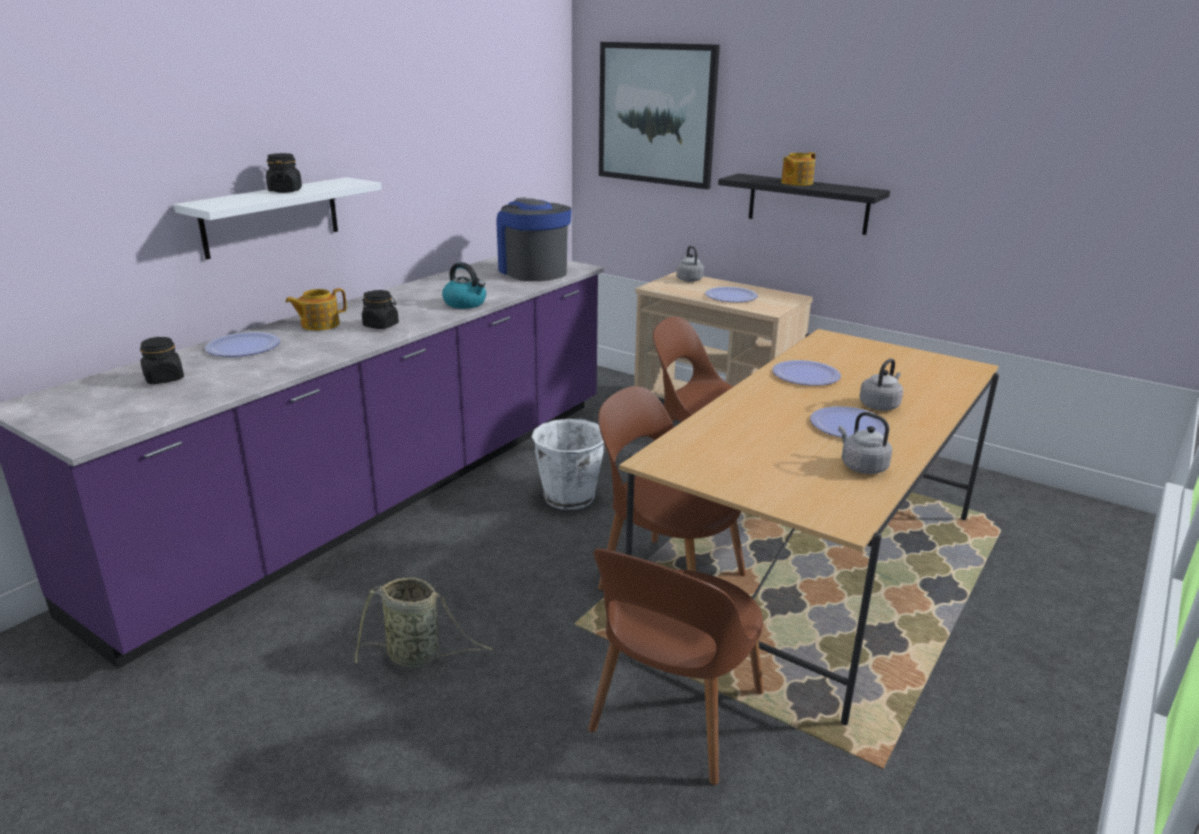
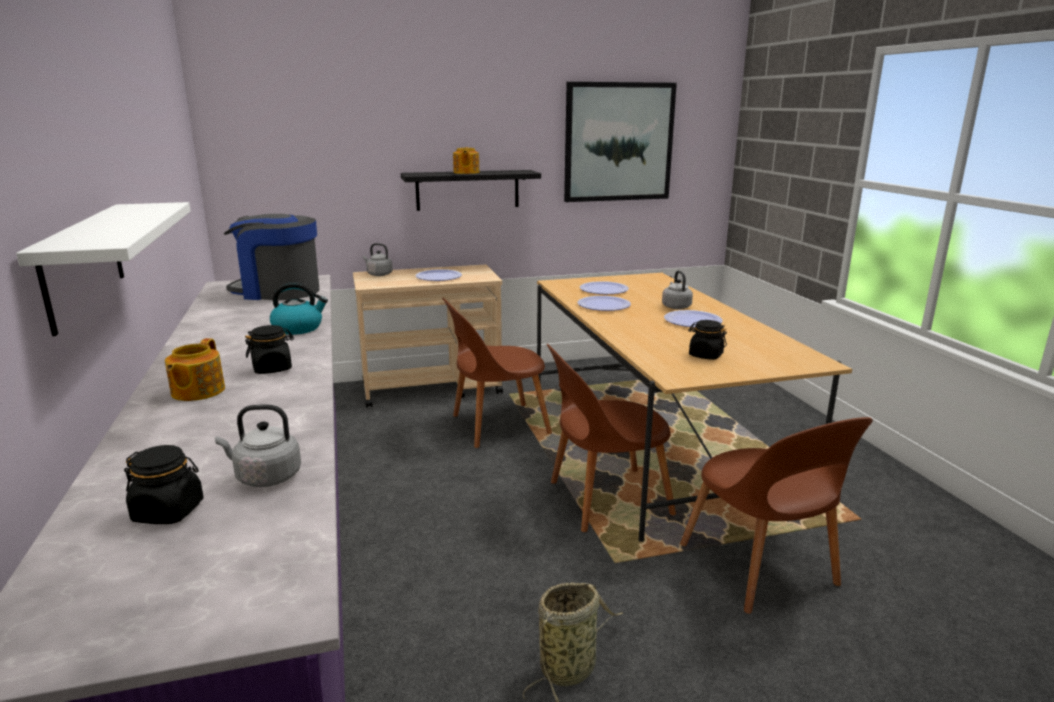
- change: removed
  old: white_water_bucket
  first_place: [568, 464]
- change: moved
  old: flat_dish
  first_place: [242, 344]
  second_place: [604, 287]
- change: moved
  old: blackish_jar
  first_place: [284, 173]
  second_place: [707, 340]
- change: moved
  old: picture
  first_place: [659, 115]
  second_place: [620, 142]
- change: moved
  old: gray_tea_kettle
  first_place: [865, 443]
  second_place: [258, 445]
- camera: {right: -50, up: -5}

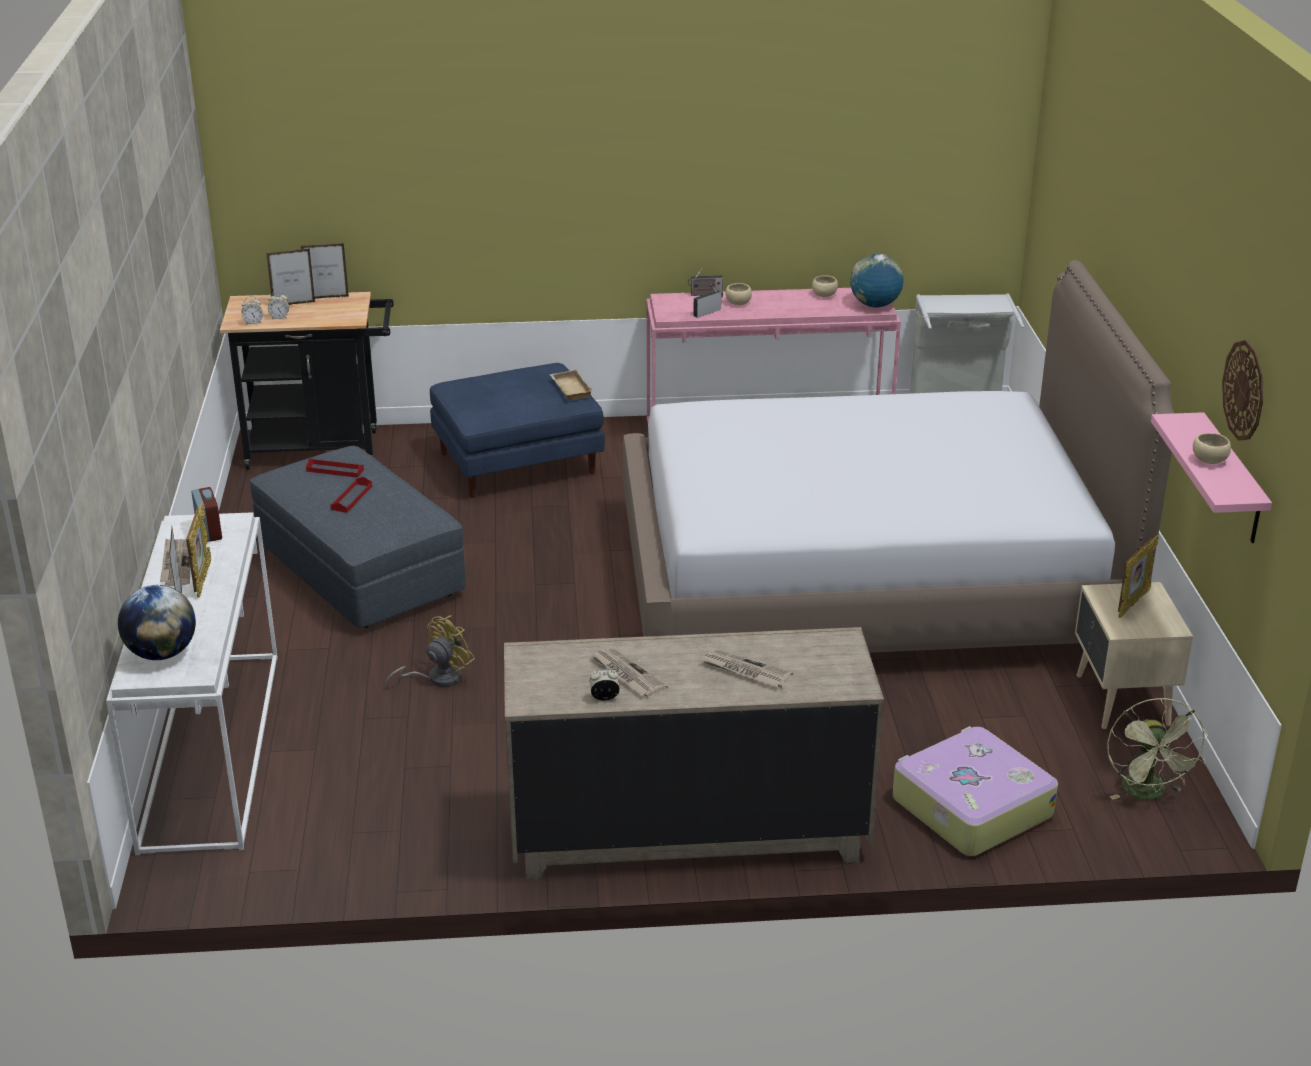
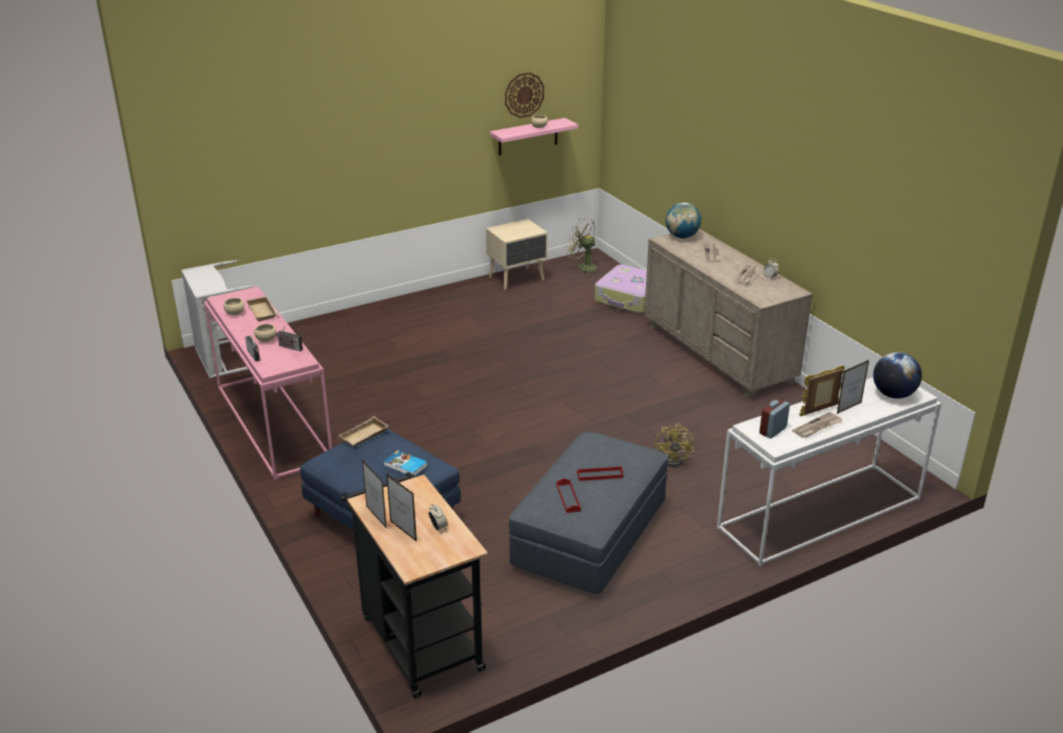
- change: removed
  old: table_clock
  first_place: [252, 310]
- change: removed
  old: sleeping_bed
  first_place: [898, 456]
- change: removed
  old: picture_frame
  first_place: [1138, 576]
- change: added
  new: beige_tray
  second_place: [262, 309]
- change: added
  new: bound_book
  second_place: [406, 463]
- change: moved
  old: globe
  first_place: [877, 280]
  second_place: [683, 220]
- change: turned
  old: yellow_electric_fan
  first_place: [430, 651]
  second_place: [675, 445]
  degrees: -105
- change: turned
  old: green_electric_fan
  first_place: [1157, 749]
  second_place: [582, 246]
  degrees: -120
- camera: {right: -115, up: 0}

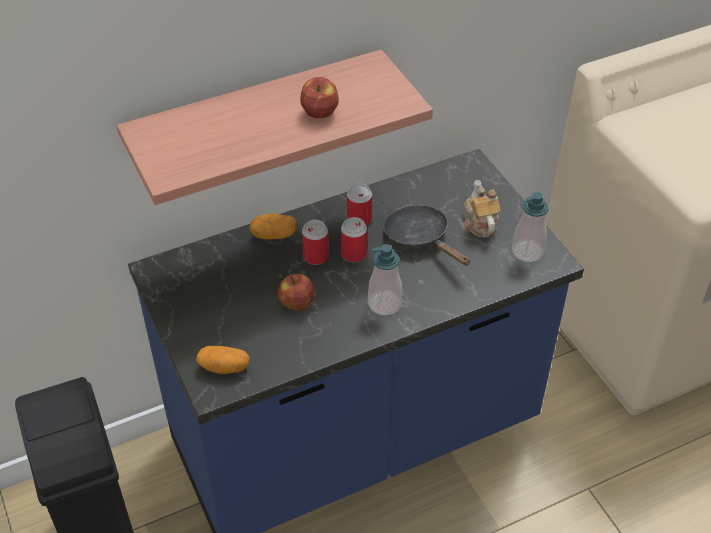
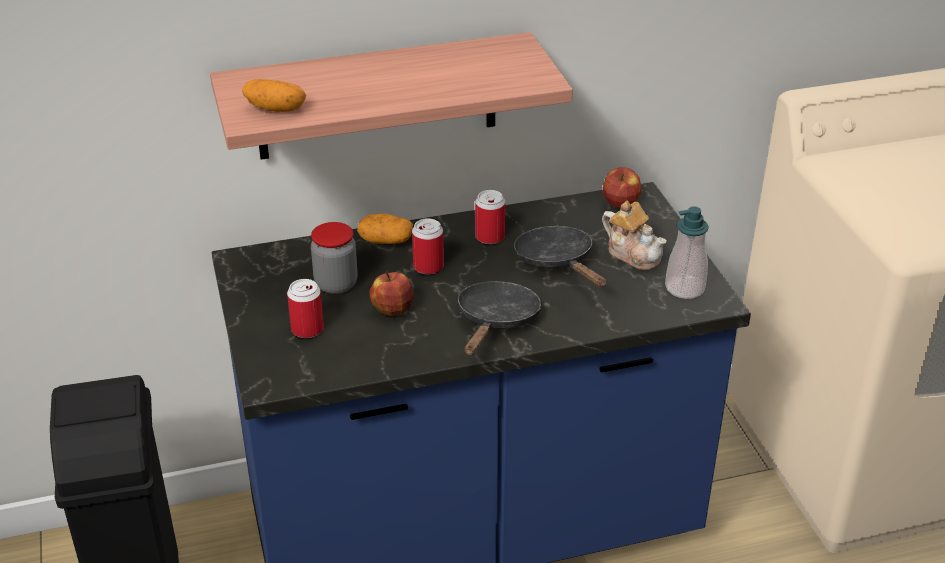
- change: added
  new: jar
  second_place: [334, 258]
- change: moved
  old: spud
  first_place: [223, 360]
  second_place: [274, 95]
- change: moved
  old: apple
  first_place: [319, 97]
  second_place: [622, 187]
- change: moved
  old: can
  first_place: [354, 239]
  second_place: [305, 308]
- change: replaced
  old: liquid_soap_bottle
  new: blackish_skillet
  first_place: [385, 279]
  second_place: [499, 318]
- change: turned
  old: pot_for_tea
  first_place: [482, 208]
  second_place: [634, 235]
  degrees: 135
- camera: {right: 10, up: -10}

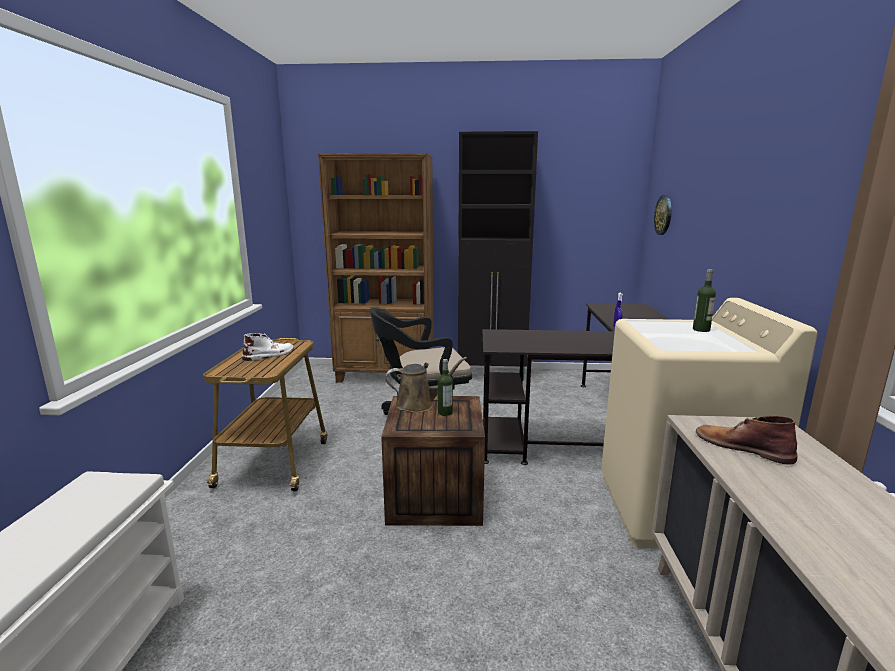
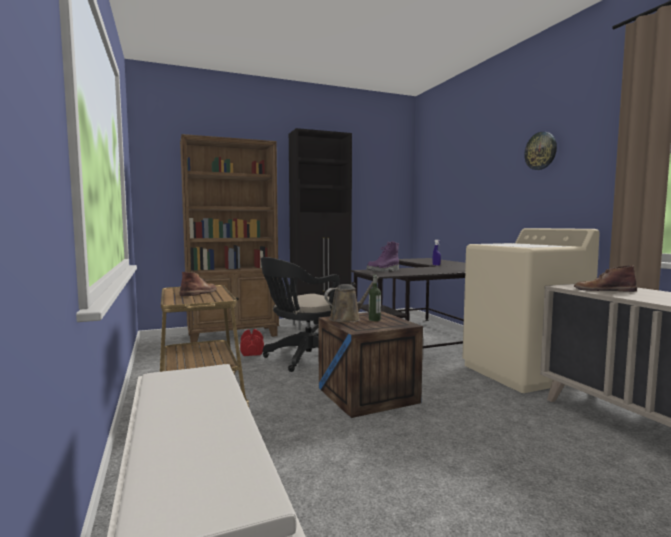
- change: removed
  old: drink_bottle
  first_place: [704, 300]
- change: added
  new: reddish_dumbbell
  second_place: [252, 342]
- change: added
  new: purple-coloured_tall_boot
  second_place: [382, 256]
- change: moved
  old: clock_on_the_wall
  first_place: [663, 215]
  second_place: [540, 151]
- change: recoloured
  old: white_tall_boot
  new: brownish_tall_boot
  first_place: [268, 347]
  second_place: [198, 284]
- camera: {right: -25, up: -10}

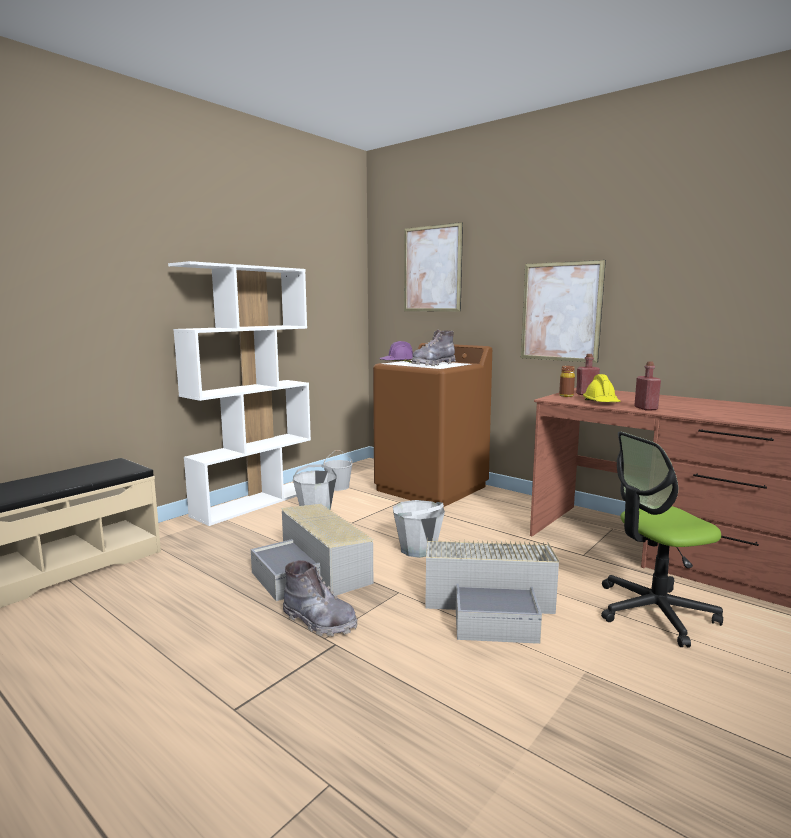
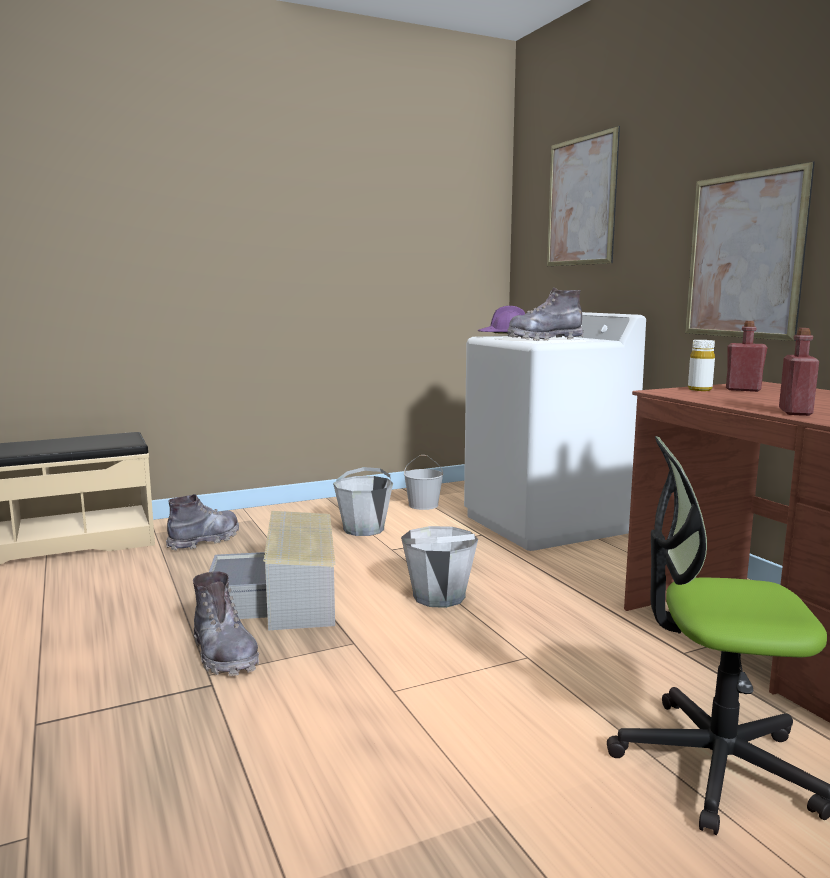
- change: removed
  old: white_bookshelf
  first_place: [239, 393]
- change: removed
  old: gray_storage_container
  first_place: [492, 591]
- change: removed
  old: yellow_work_helmet
  first_place: [602, 388]
- change: added
  new: gray_tall_boot
  second_place: [202, 522]
- change: recoloured
  old: brownish_laundry_machine
  new: white_laundry_machine
  first_place: [432, 425]
  second_place: [555, 431]
- change: recoloured
  old: brownish_drink_bottle
  new: white_drink_bottle
  first_place: [567, 381]
  second_place: [701, 365]
- camera: {right: 25, up: 0}

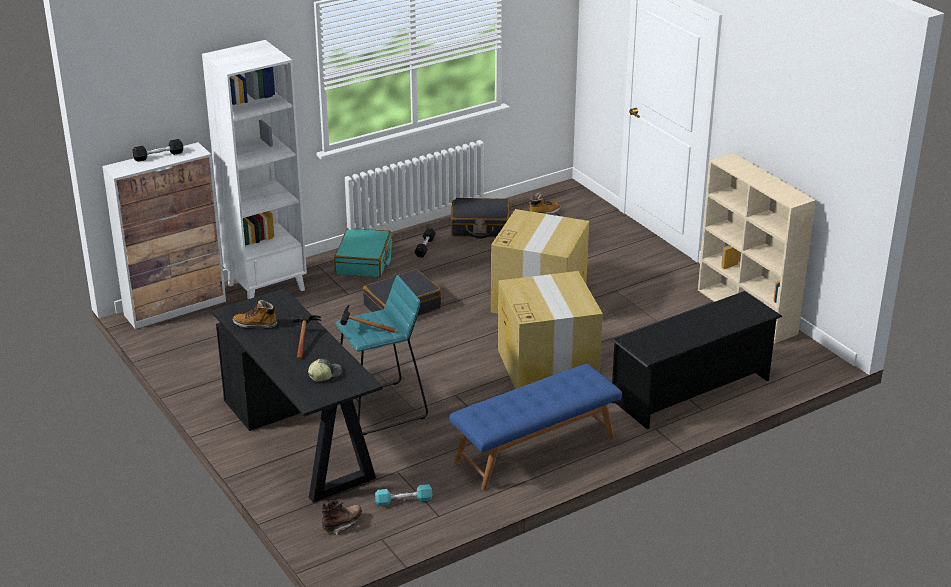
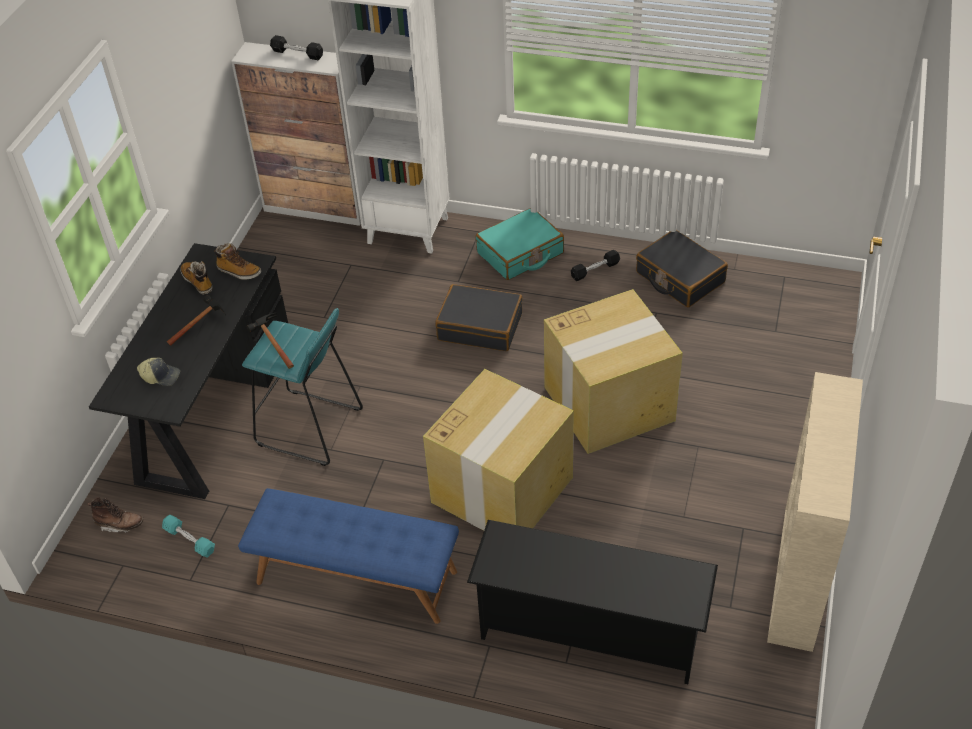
- change: moved
  old: tall_boot
  first_place: [545, 204]
  second_place: [237, 261]
- camera: {right: 50, up: 15}

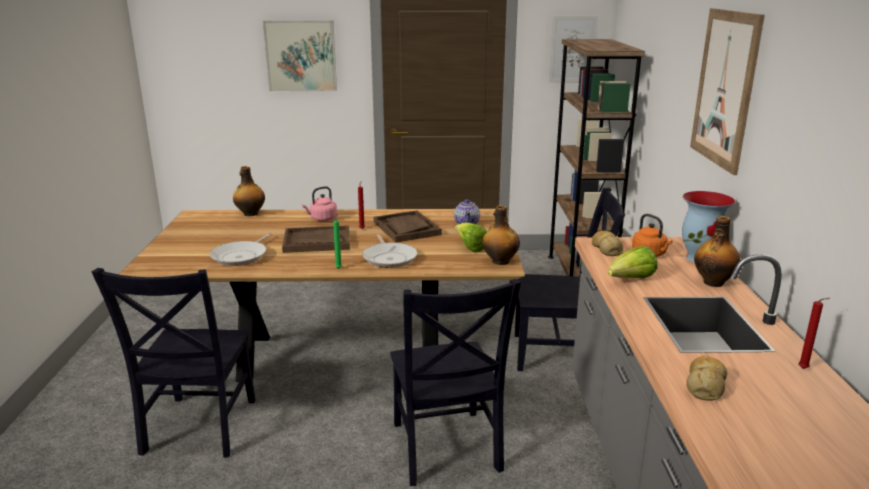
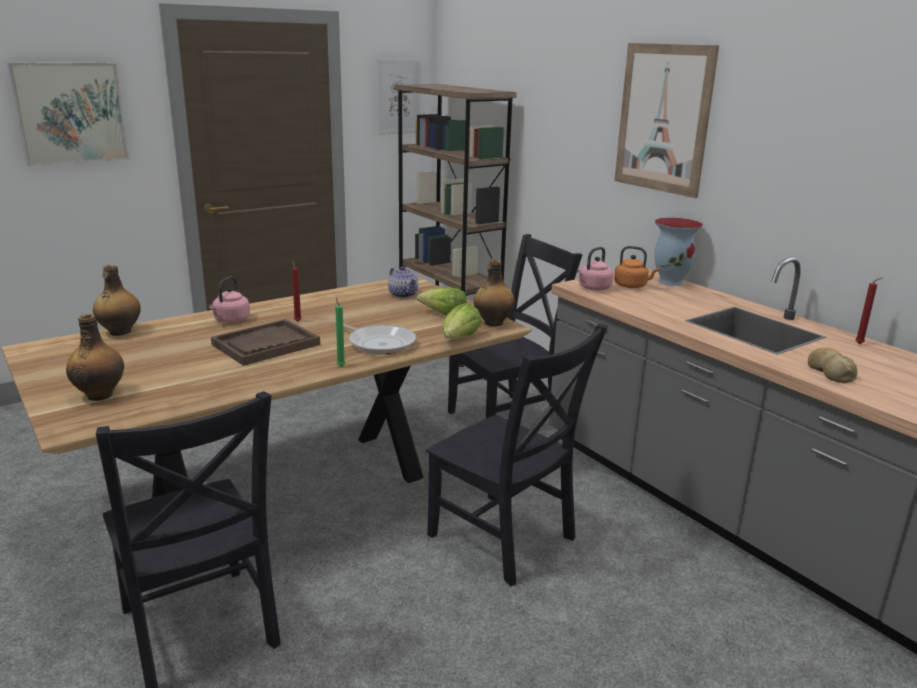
- change: removed
  old: skillet
  first_place: [241, 249]
- change: removed
  old: brownish_tray
  first_place: [408, 226]
- change: moved
  old: lettuce
  first_place: [633, 262]
  second_place: [462, 320]
- change: moved
  old: drink_bottle
  first_place: [717, 251]
  second_place: [95, 357]
- change: replaced
  old: bakery_bread
  new: pinkish_tea_kettle
  first_place: [607, 243]
  second_place: [595, 269]
- camera: {right: -35, up: 0}

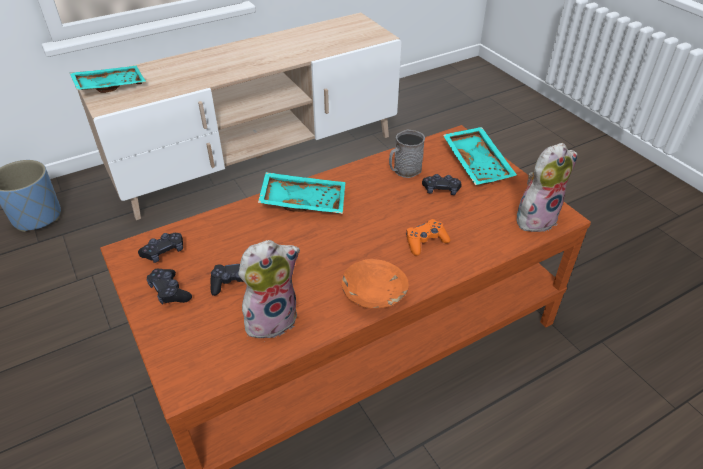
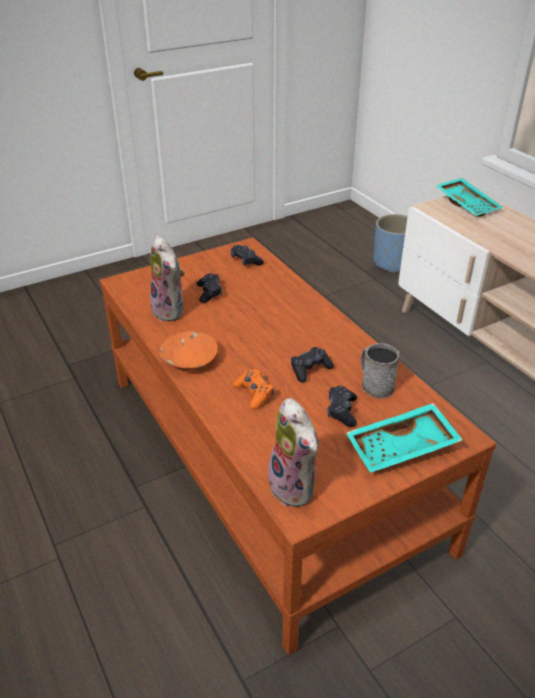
- change: removed
  old: turquoise_tray
  first_place: [301, 193]
- change: moved
  old: blackish_joypad
  first_place: [169, 287]
  second_place: [312, 365]
- camera: {right: 90, up: -5}

